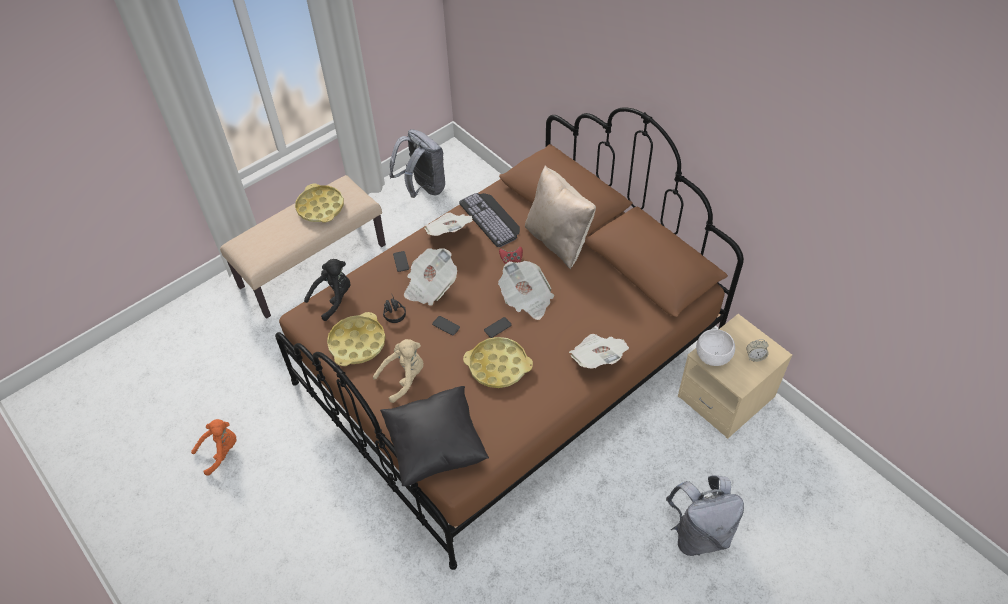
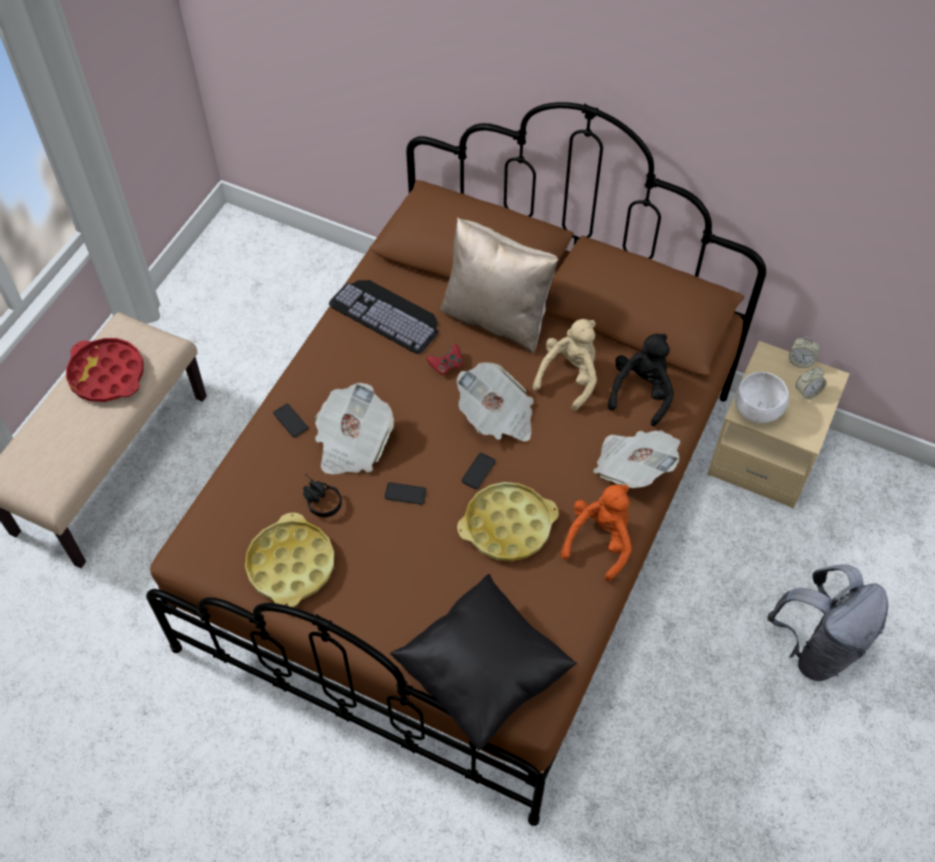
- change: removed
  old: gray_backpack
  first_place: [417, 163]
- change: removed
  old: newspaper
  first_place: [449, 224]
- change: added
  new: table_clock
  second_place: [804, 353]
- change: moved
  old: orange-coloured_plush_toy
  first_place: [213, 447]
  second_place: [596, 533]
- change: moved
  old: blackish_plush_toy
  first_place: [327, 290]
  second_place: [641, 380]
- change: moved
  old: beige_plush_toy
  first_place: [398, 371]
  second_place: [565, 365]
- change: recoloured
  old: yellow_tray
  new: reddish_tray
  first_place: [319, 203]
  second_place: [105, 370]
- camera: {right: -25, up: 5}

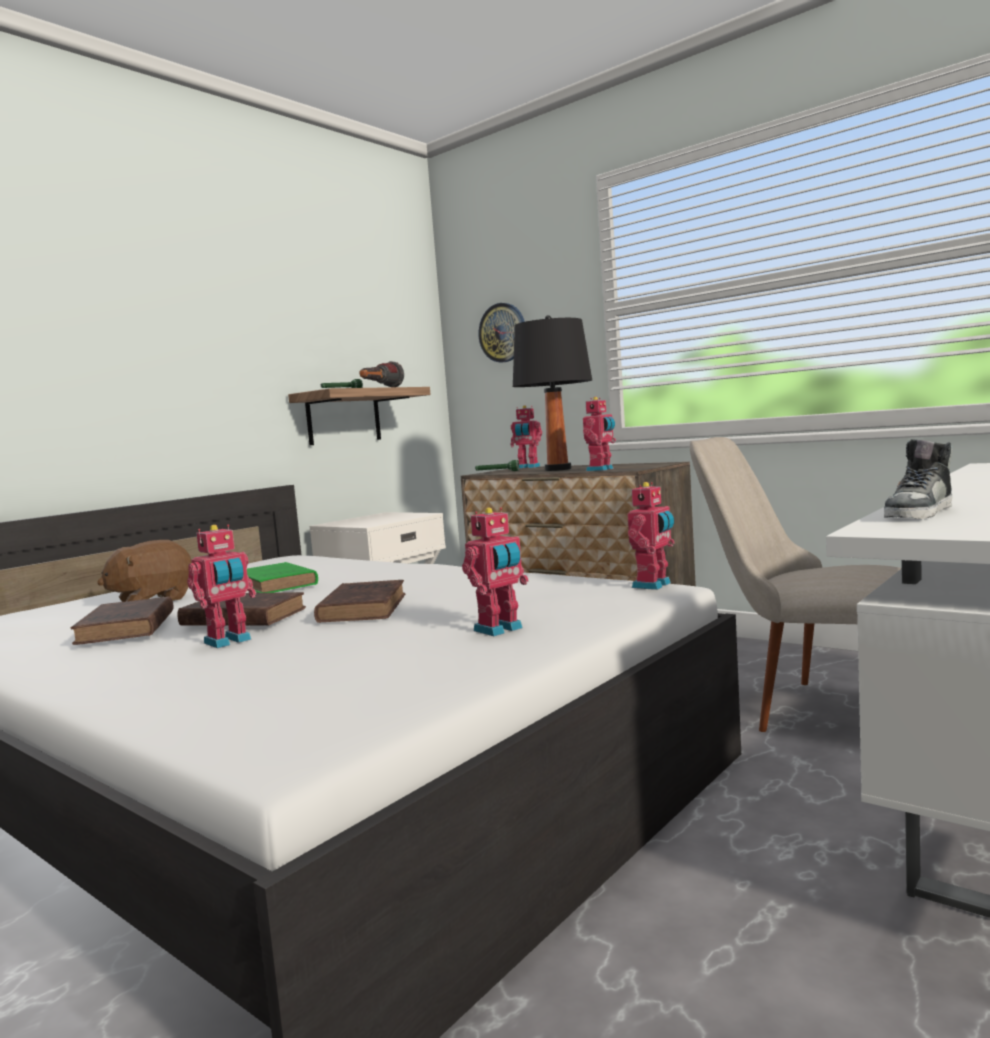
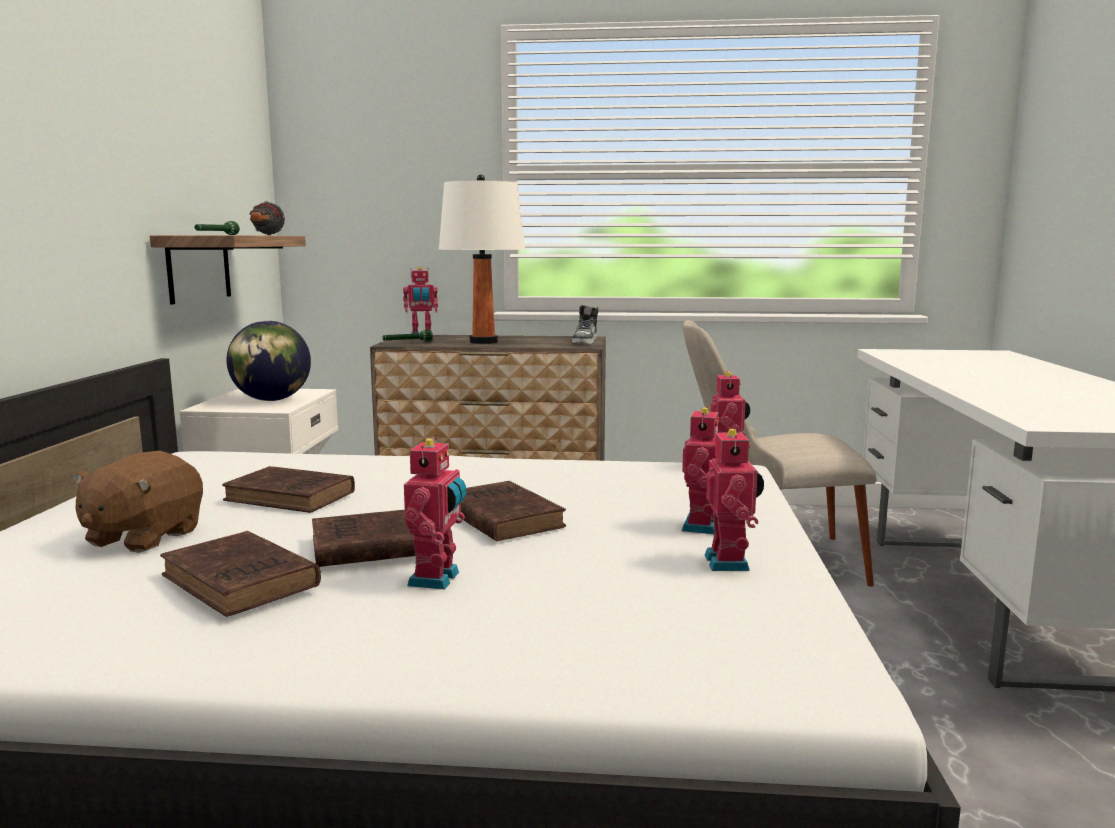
- change: removed
  old: clock_on_the_wall
  first_place: [502, 332]
- change: added
  new: globe
  second_place: [269, 361]
- change: moved
  old: robot_figure
  first_place: [599, 434]
  second_place: [734, 499]
- change: moved
  old: item_of_footwear
  first_place: [918, 479]
  second_place: [585, 324]
- change: recoloured
  old: green_bound_book
  new: brownish_bound_book
  first_place: [282, 577]
  second_place: [288, 489]
- change: recoloured
  old: blackish_table_lamp
  new: white_table_lamp
  first_place: [552, 393]
  second_place: [482, 259]
- camera: {right: -35, up: 5}

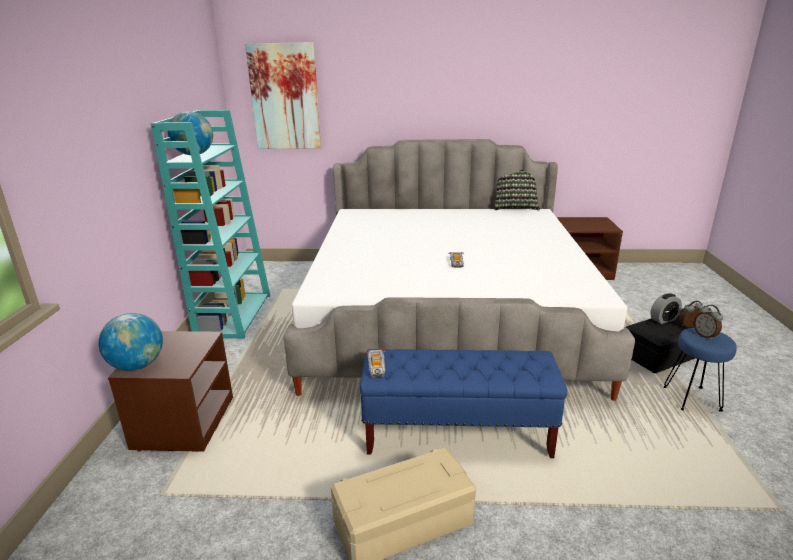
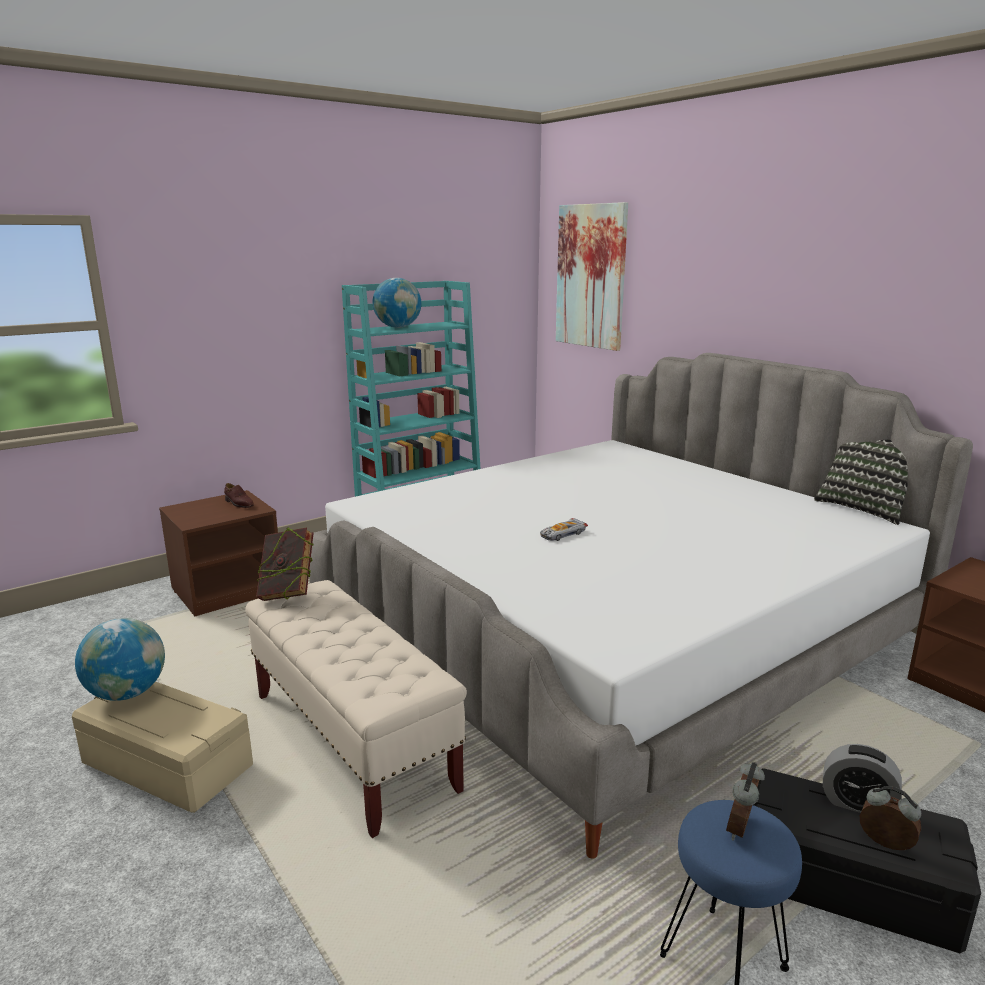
- change: added
  new: brownish_item_of_footwear
  second_place: [239, 495]
- change: moved
  old: globe
  first_place: [130, 342]
  second_place: [120, 659]
- change: replaced
  old: miniature_car
  new: bound_book
  first_place: [375, 363]
  second_place: [285, 564]
- change: recoloured
  old: blue-coloured_long_seat
  new: beige_long_seat
  first_place: [463, 403]
  second_place: [356, 709]
- camera: {right: 50, up: -5}

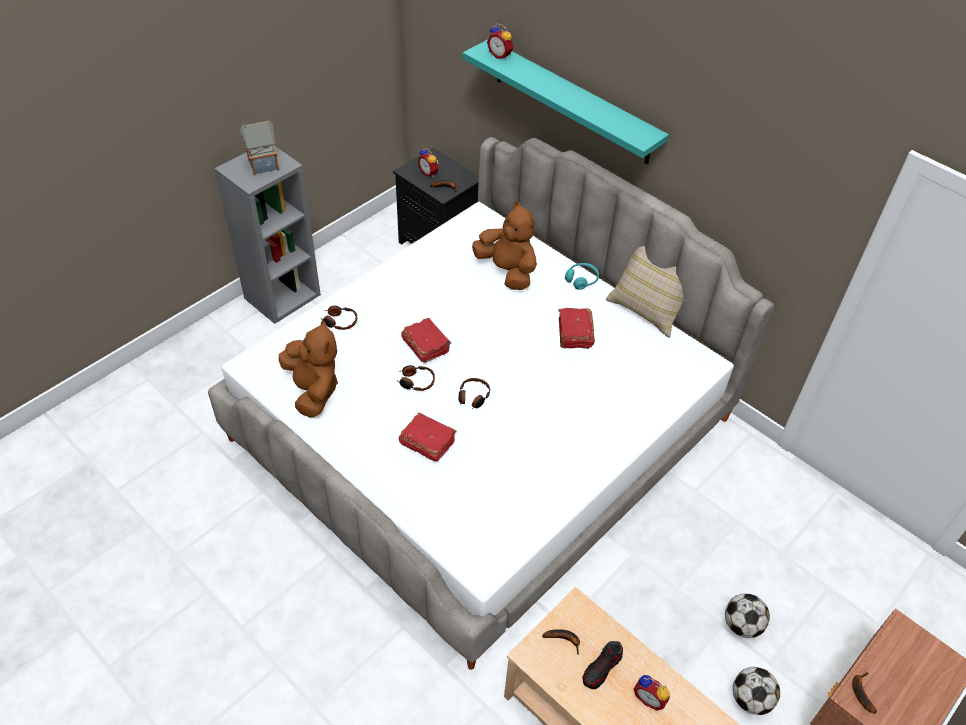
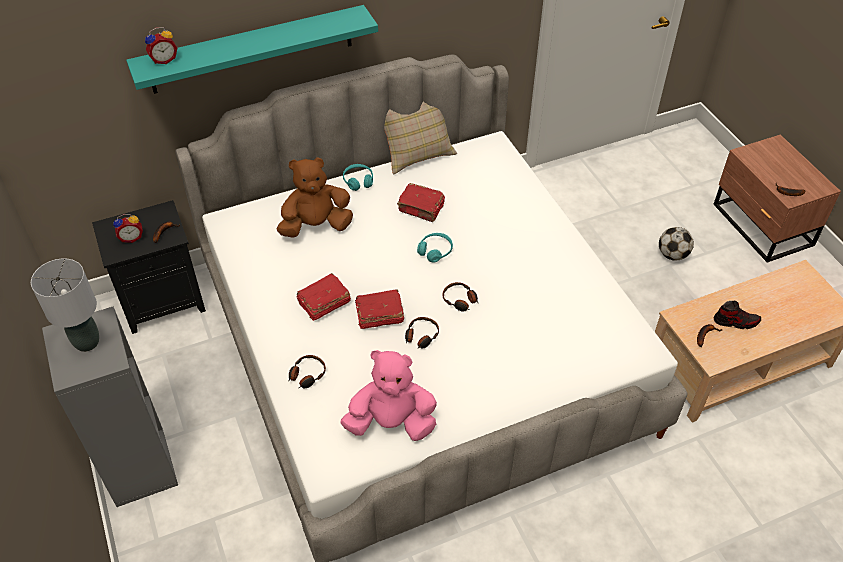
- change: removed
  old: table_clock
  first_place: [652, 692]
- change: removed
  old: football_ball
  first_place: [756, 691]
- change: added
  new: turquoise_headset
  second_place: [435, 248]
- change: moved
  old: reddish_bound_book
  first_place: [428, 437]
  second_place: [324, 297]
- change: replaced
  old: model_house
  new: gray_table_lamp
  first_place: [259, 147]
  second_place: [65, 305]
- change: recoloured
  old: brownish_plush_toy
  new: pinkish_plush_toy
  first_place: [308, 369]
  second_place: [388, 395]
- change: turned
  old: item_of_footwear
  first_place: [603, 665]
  second_place: [737, 315]
  degrees: -60
- camera: {right: -65, up: 0}

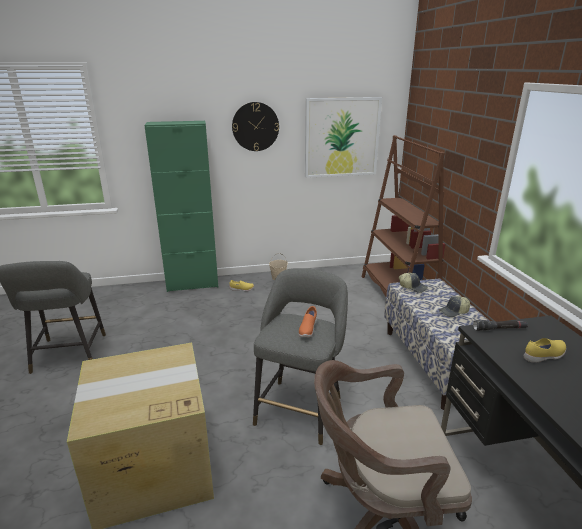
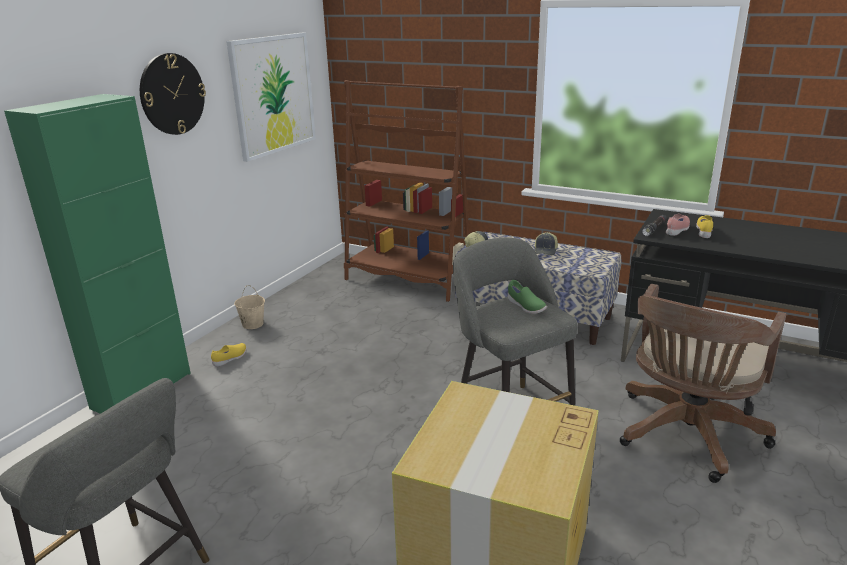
- change: added
  new: pinkish_item_of_footwear
  second_place: [678, 225]
- change: recoloured
  old: orange-coloured_item_of_footwear
  new: green_item_of_footwear
  first_place: [308, 321]
  second_place: [527, 297]
- camera: {right: -50, up: 0}

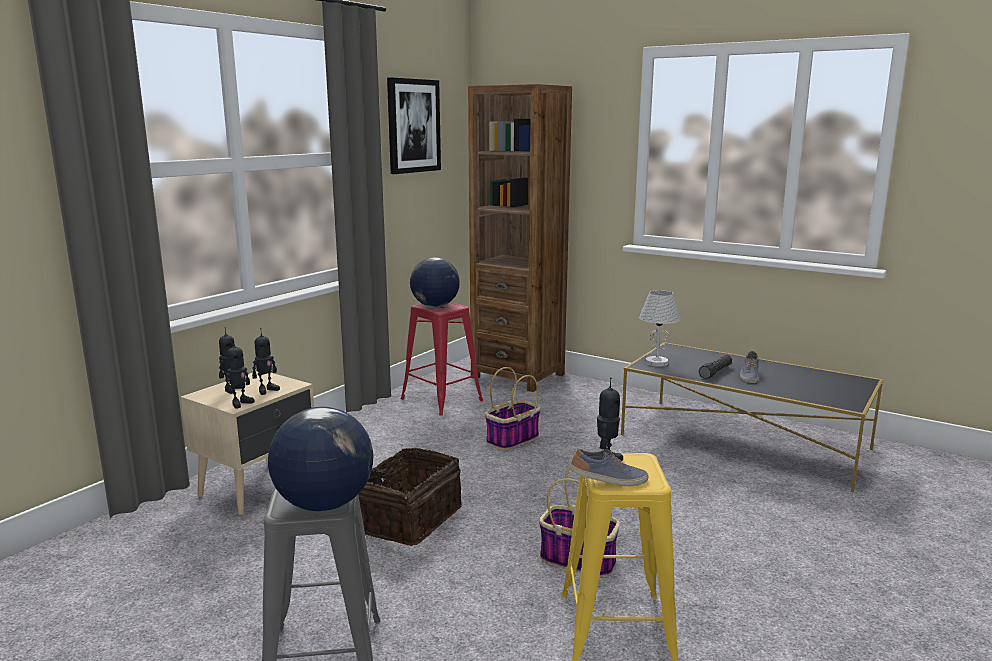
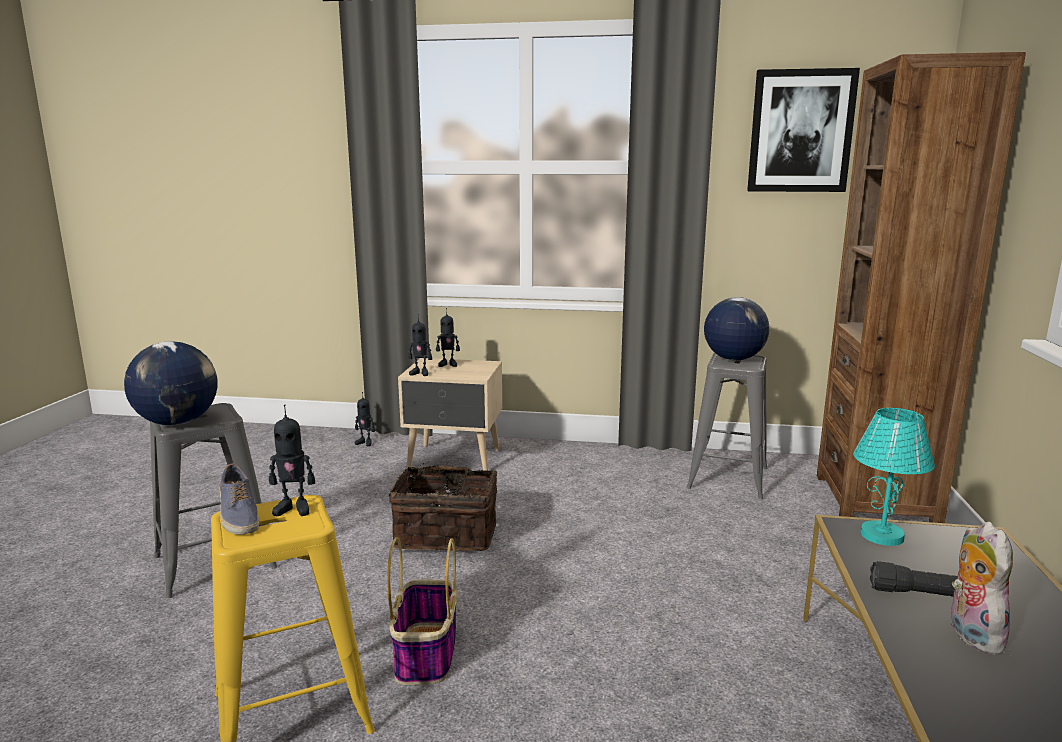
- change: removed
  old: basket
  first_place: [513, 408]
- change: moved
  old: robot_figure
  first_place: [266, 361]
  second_place: [365, 419]
- change: replaced
  old: item_of_footwear
  new: plush_toy
  first_place: [749, 367]
  second_place: [981, 588]
- change: recoloured
  old: reddish_stool_seat
  new: gray_stool_seat
  first_place: [442, 358]
  second_place: [727, 426]
- change: recoloured
  old: white_table_lamp
  new: turquoise_table_lamp
  first_place: [659, 328]
  second_place: [894, 477]
- camera: {right: 65, up: 0}

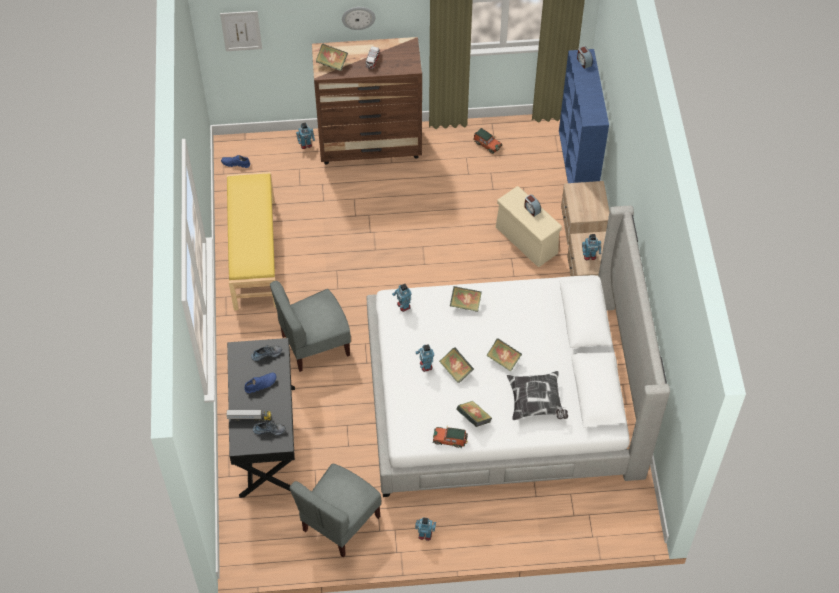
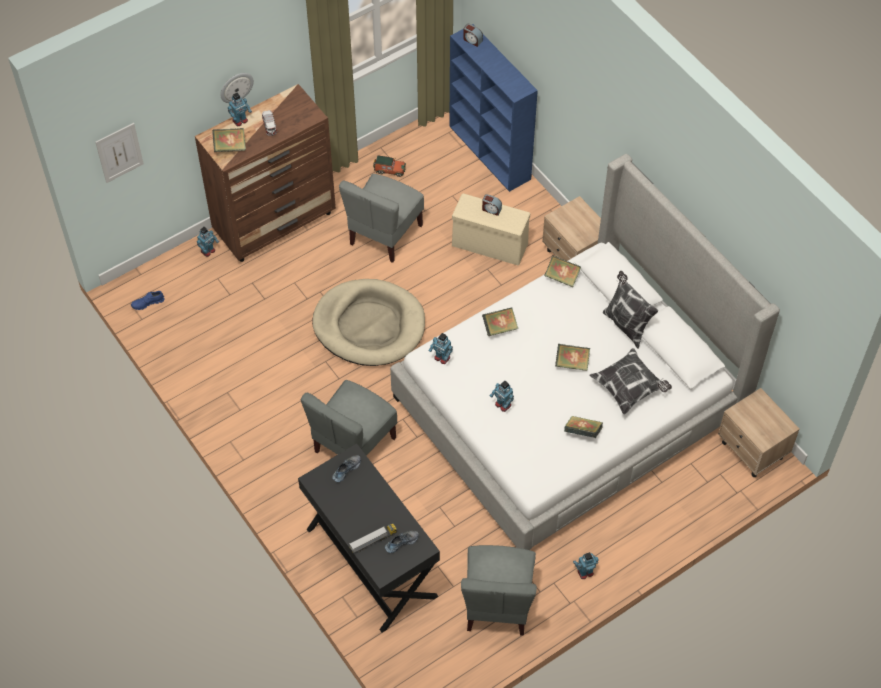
- change: removed
  old: yellow_long_seat
  first_place: [251, 241]
- change: removed
  old: blue-coloured_item_of_footwear
  first_place: [260, 383]
- change: removed
  old: miniature_car
  first_place: [450, 437]
- change: added
  new: beige_pet_bed
  second_place: [368, 322]
- change: added
  new: gray_chair
  second_place: [381, 218]
- change: added
  new: throw_pillow
  second_place: [630, 310]
- change: moved
  old: bound_book
  first_place: [456, 365]
  second_place: [562, 271]
- change: moved
  old: beige_night_table
  first_place: [585, 213]
  second_place: [759, 432]
- change: moved
  old: robot_figure
  first_place: [591, 247]
  second_place: [240, 109]
- camera: {right: -30, up: 0}

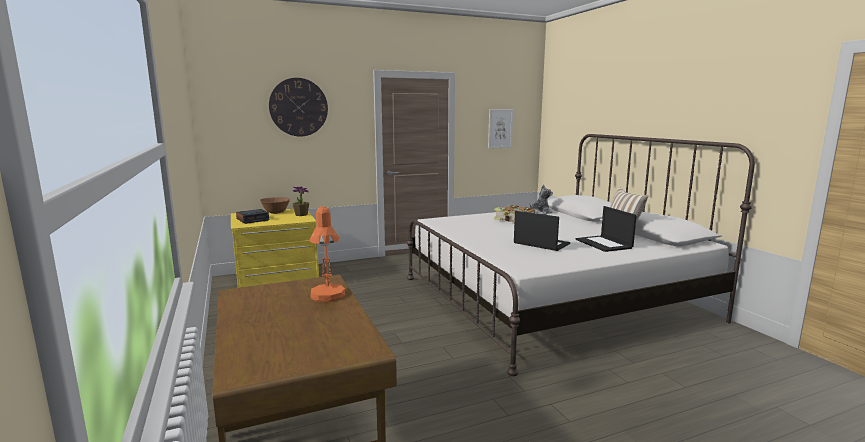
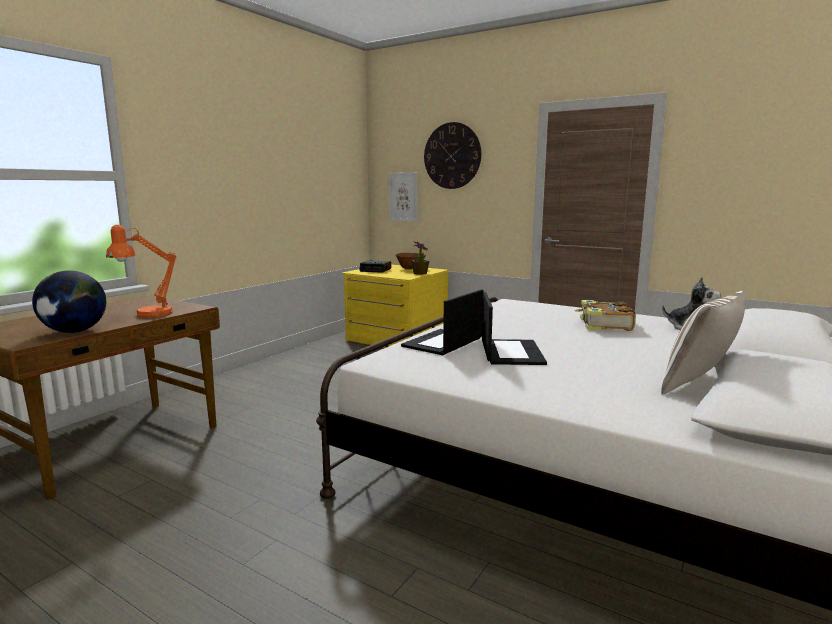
- change: added
  new: globe
  second_place: [69, 301]
- change: moved
  old: picture
  first_place: [500, 129]
  second_place: [403, 197]
- change: moved
  old: notebook_computer
  first_place: [606, 229]
  second_place: [442, 322]
- camera: {right: 55, up: 0}

